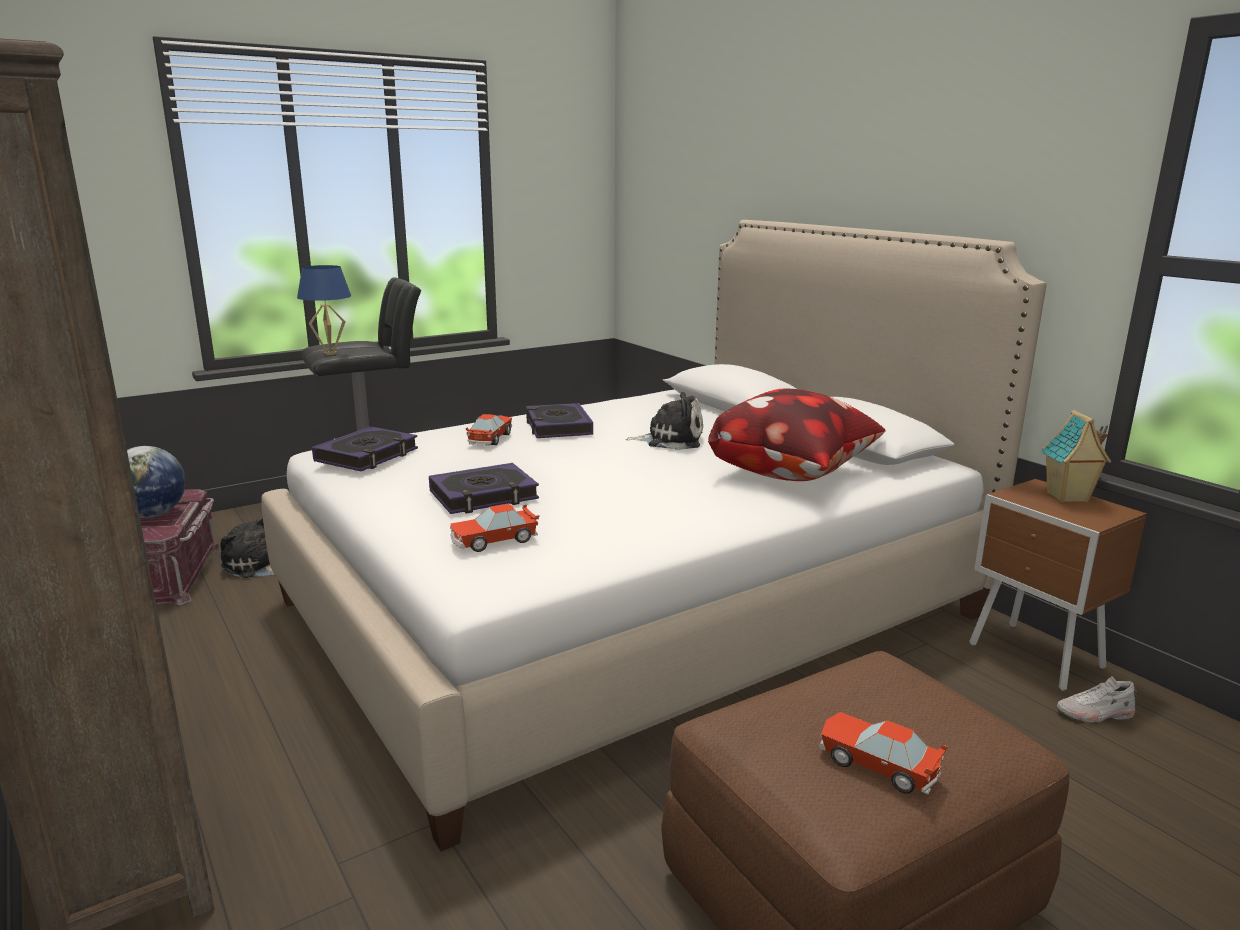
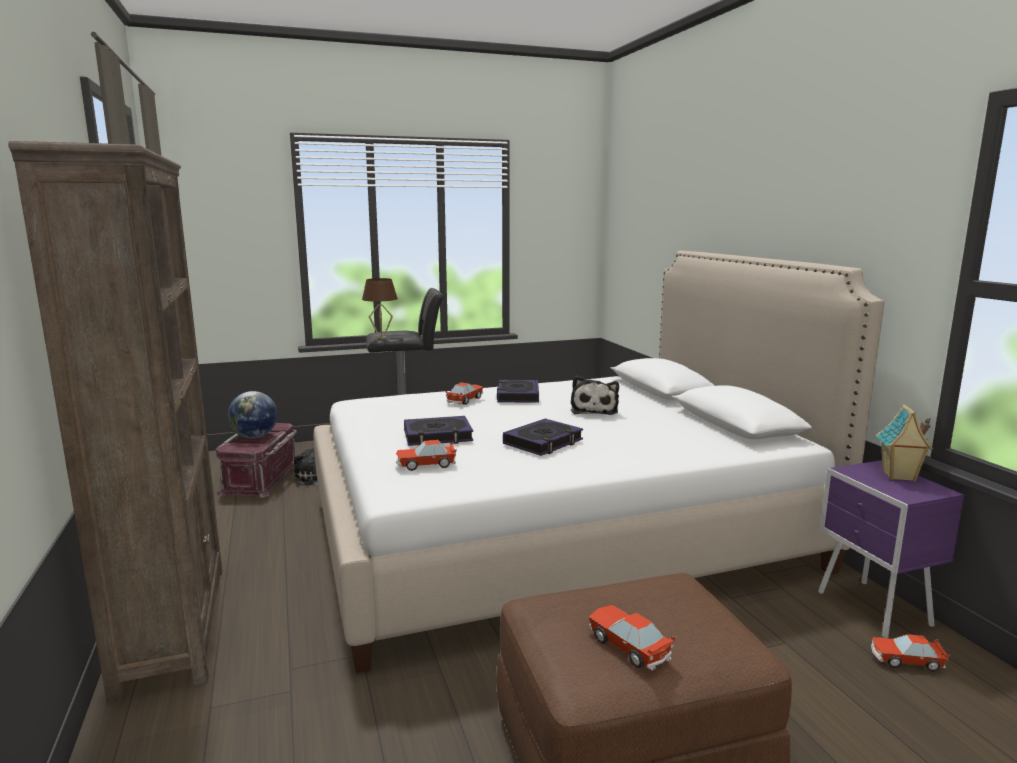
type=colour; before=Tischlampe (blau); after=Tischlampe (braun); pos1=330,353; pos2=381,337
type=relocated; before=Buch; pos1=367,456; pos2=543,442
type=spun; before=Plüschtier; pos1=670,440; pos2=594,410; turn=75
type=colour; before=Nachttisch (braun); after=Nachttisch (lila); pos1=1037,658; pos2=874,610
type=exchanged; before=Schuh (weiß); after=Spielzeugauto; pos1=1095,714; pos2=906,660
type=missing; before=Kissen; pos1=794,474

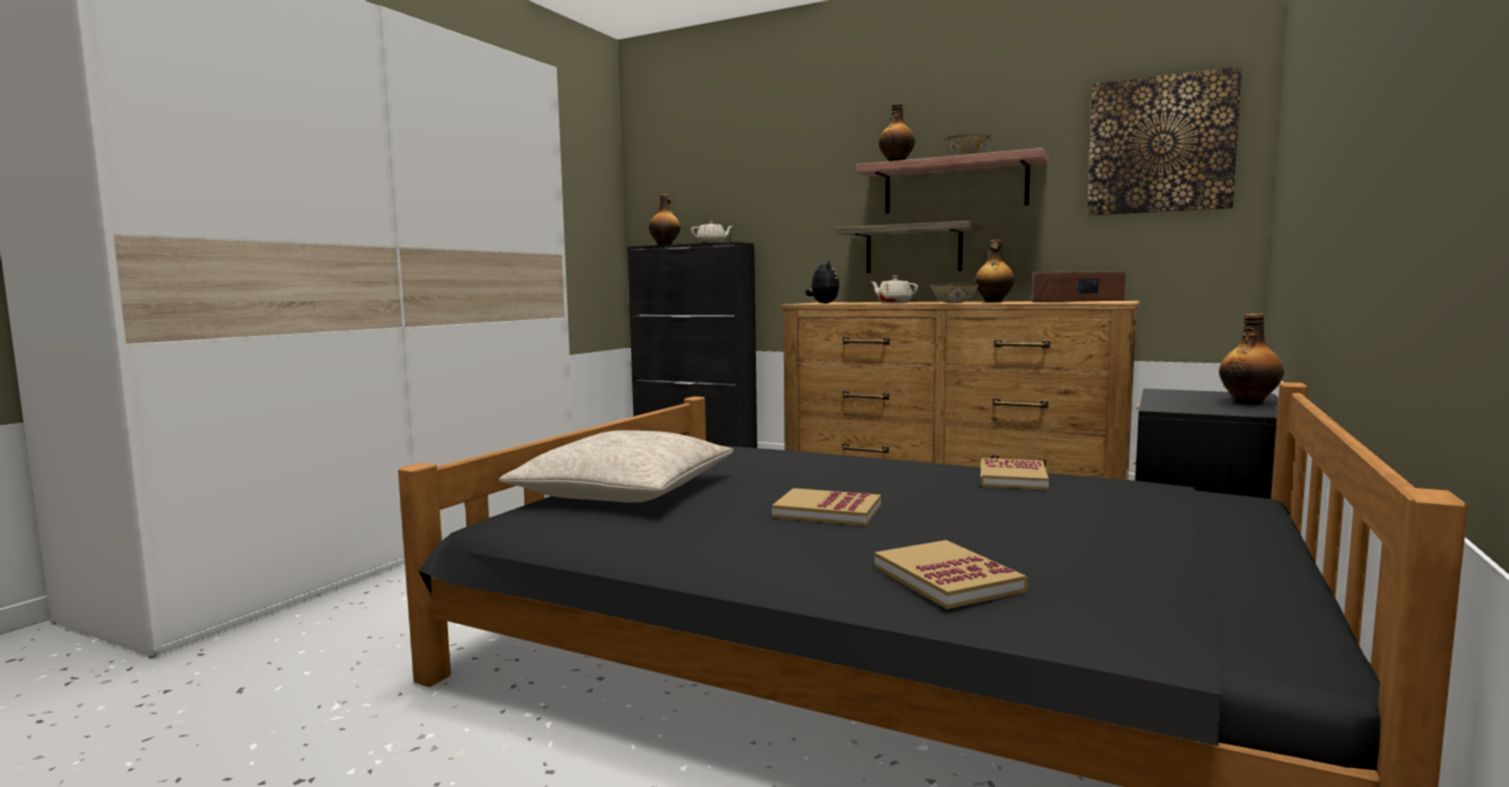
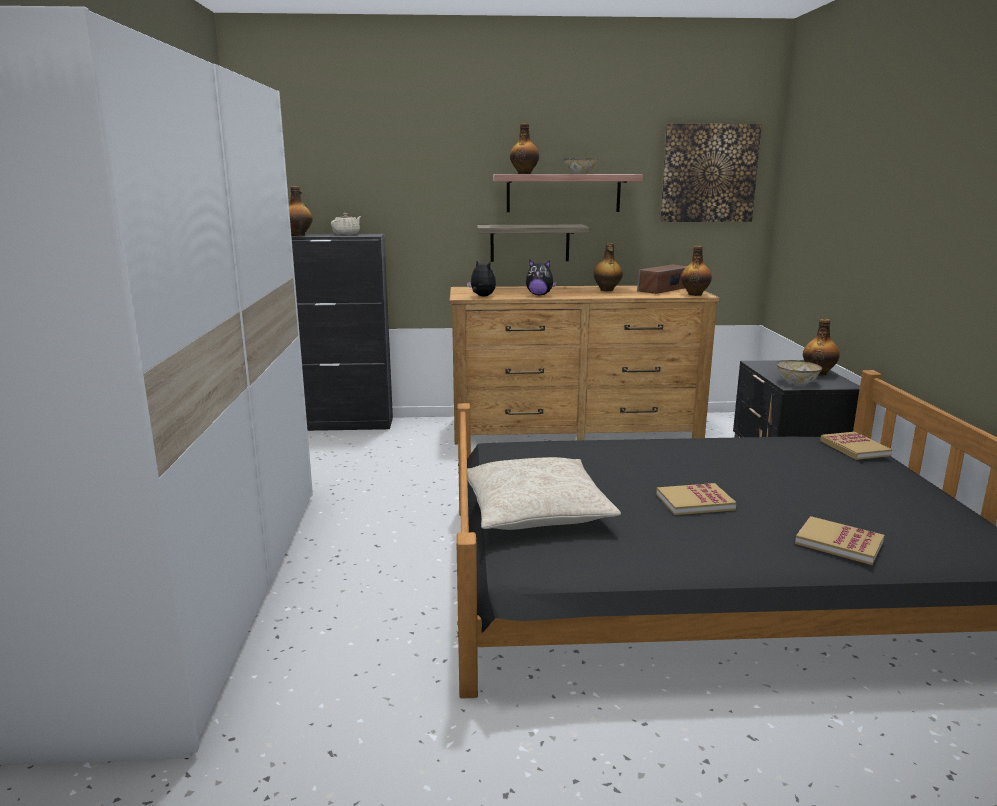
type=exchanged; before=Teekanne (beige); after=Plüschtier; pos1=893,303; pos2=539,295
type=appeared; after=Flasche; pos2=695,294
type=relocated; before=Schüssel; pos1=954,303; pos2=797,382
type=relocated; before=Buch; pos1=1012,478; pos2=854,448

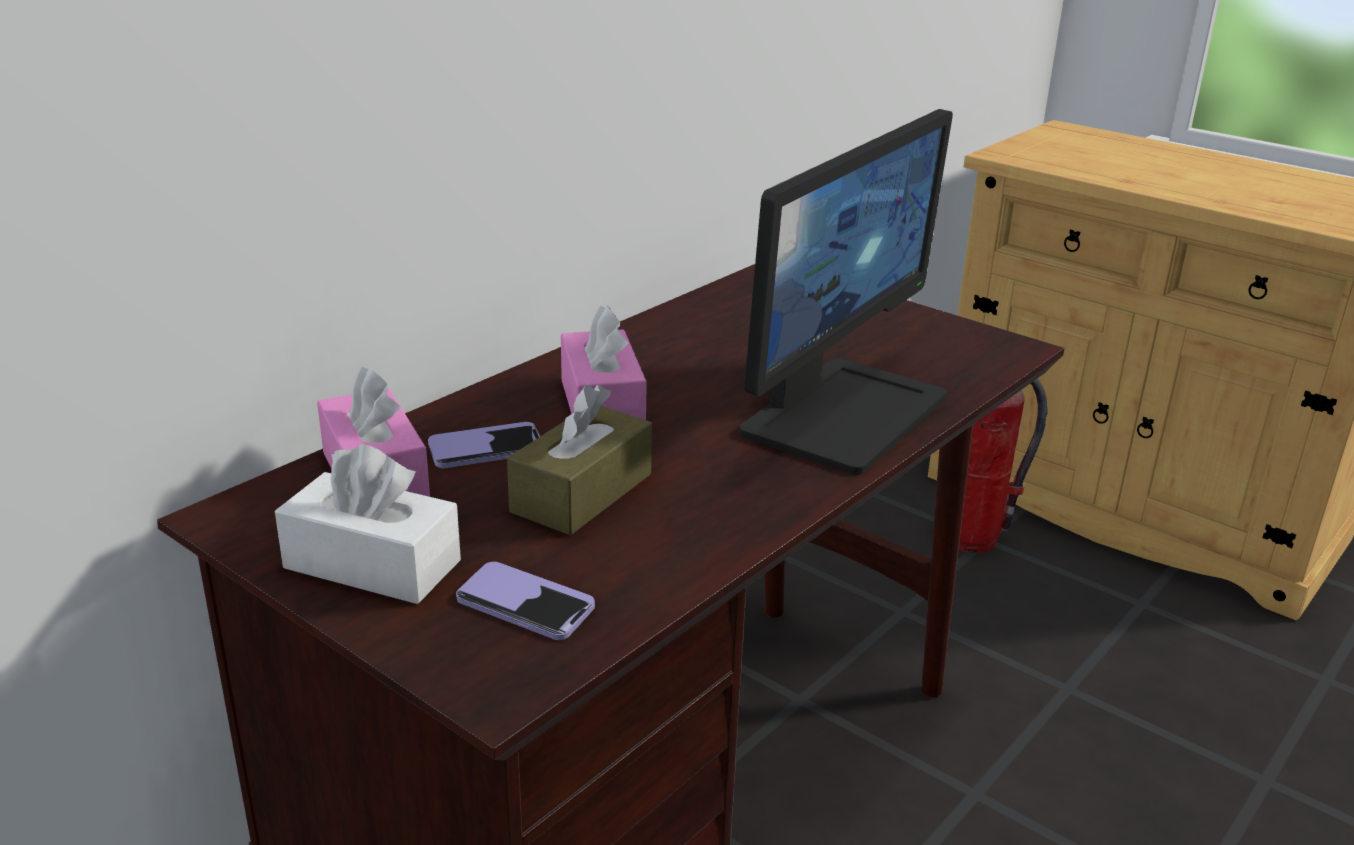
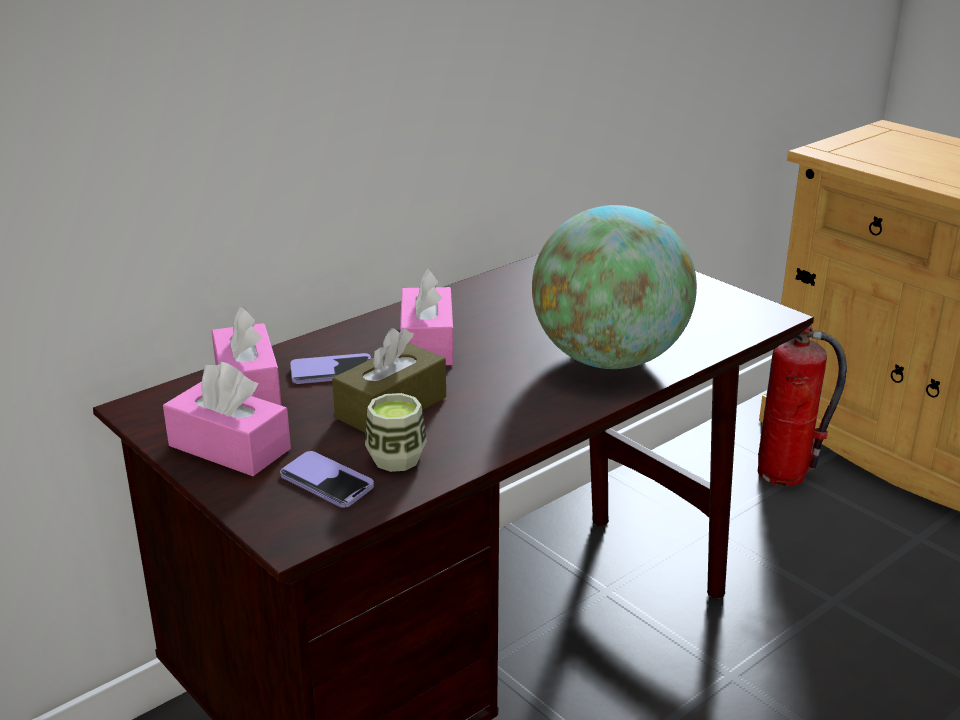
type=colour; before=Taschentuchbox (weiß); after=Taschentuchbox (rosa); pos1=372,564; pos2=229,447
type=appeared; after=Tasse; pos2=396,459
type=exchanged; before=Monitor; after=Globus; pos1=841,412; pos2=609,359

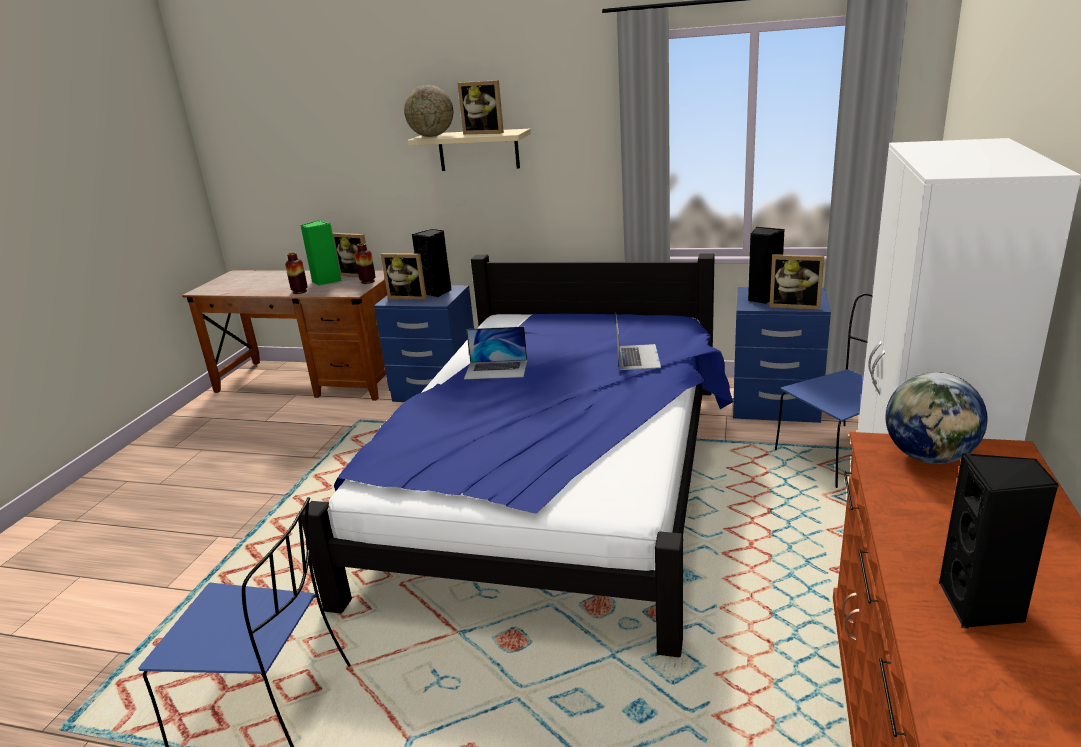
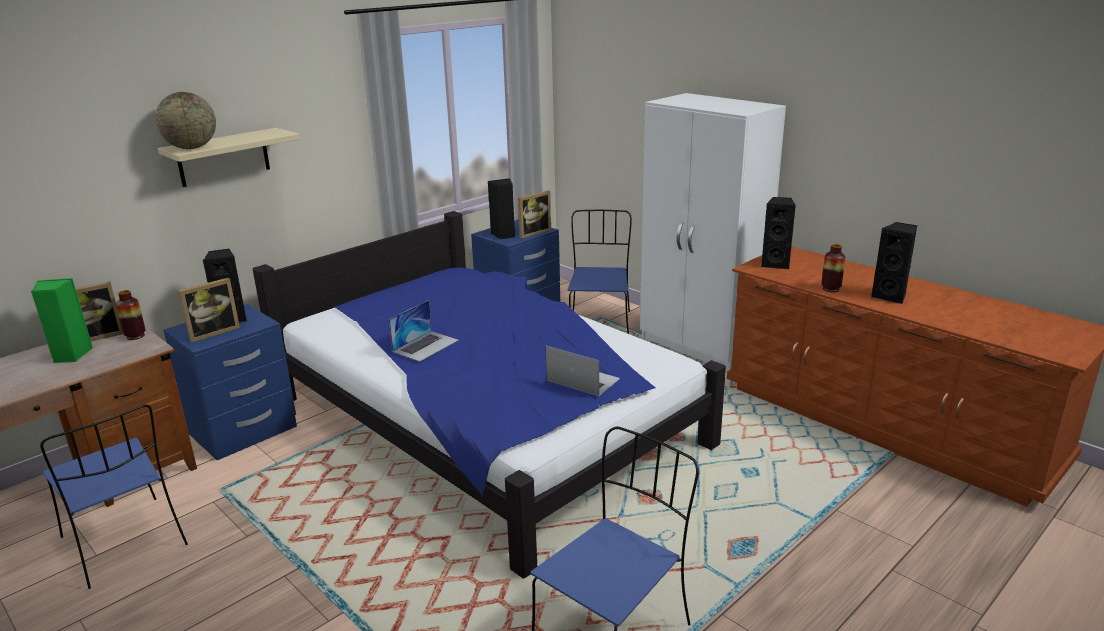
type=appeared; after=Stuhl (blau); pos2=126,543
type=relocated; before=Laptop; pos1=637,356; pos2=582,379
type=exchanged; before=Globus; after=Lautsprecher (schwarz); pos1=929,457; pos2=775,264
type=relocated; before=Vase; pos1=300,291; pos2=830,289
type=missing; before=Bilderrahmen; pos1=485,132

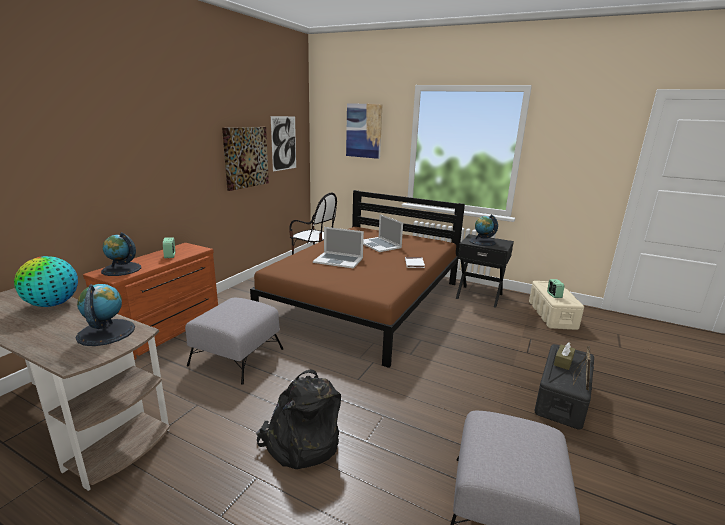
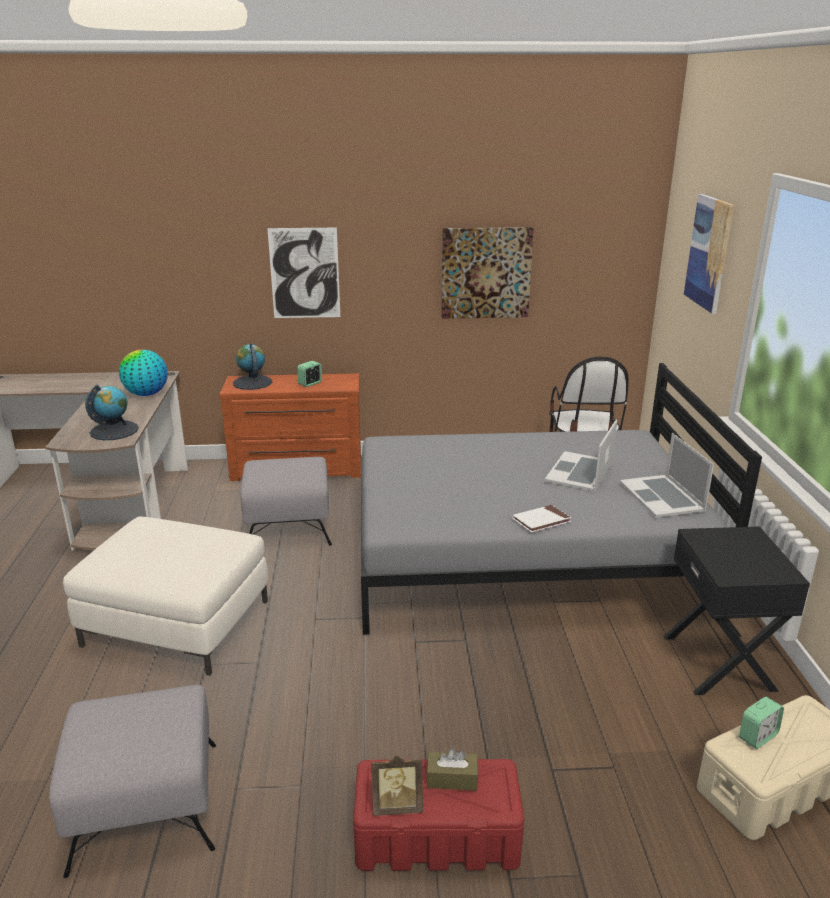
type=exchanged; before=Rucksack (schwarz); after=Polsterhocker (weiß); pos1=300,443; pos2=177,623
type=relocated; before=Bild; pos1=284,143; pos2=304,273
type=colour; before=Aufbewahrungsbox (schwarz); after=Aufbewahrungsbox (rot); pos1=562,397; pos2=438,837
type=colour; before=Bett (braun); after=Bett (grau); pos1=366,302; pos2=524,556
type=relocated; before=Laptop; pos1=338,260; pos2=662,496
type=missing; before=Globus; pos1=482,242

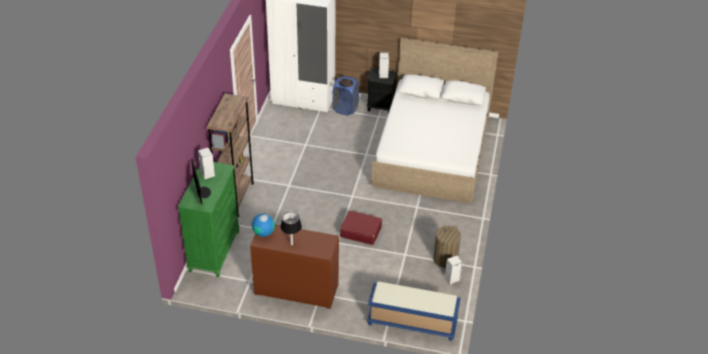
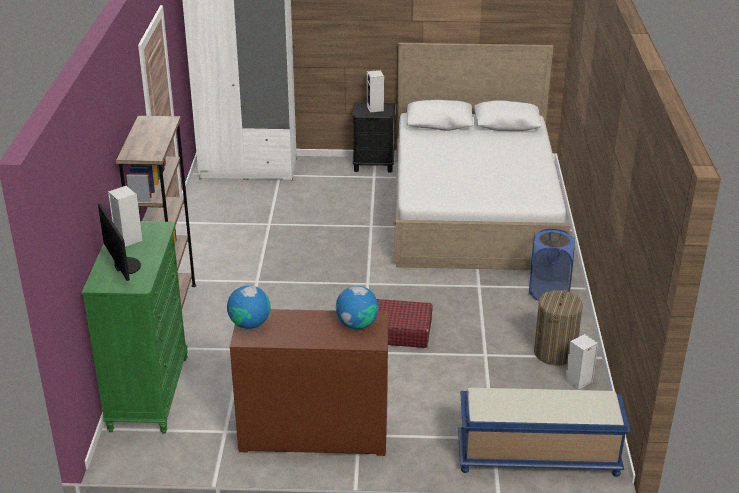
type=appeared; after=Globus; pos2=357,324
type=relocated; before=Wäschekorb (blau); pos1=345,109; pos2=548,292
type=missing; before=Tischlampe (schwarz); pos1=291,244

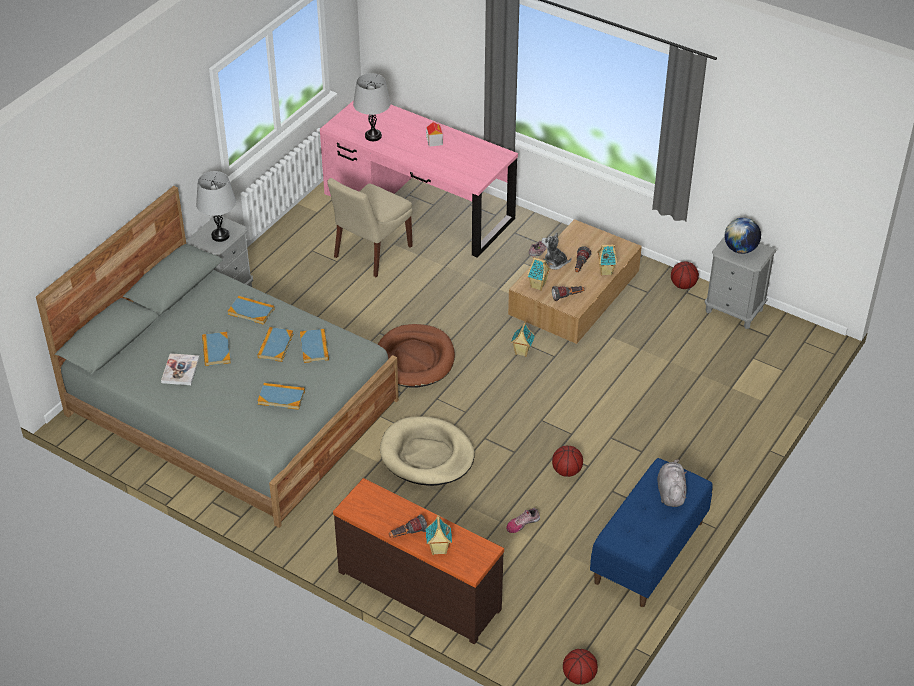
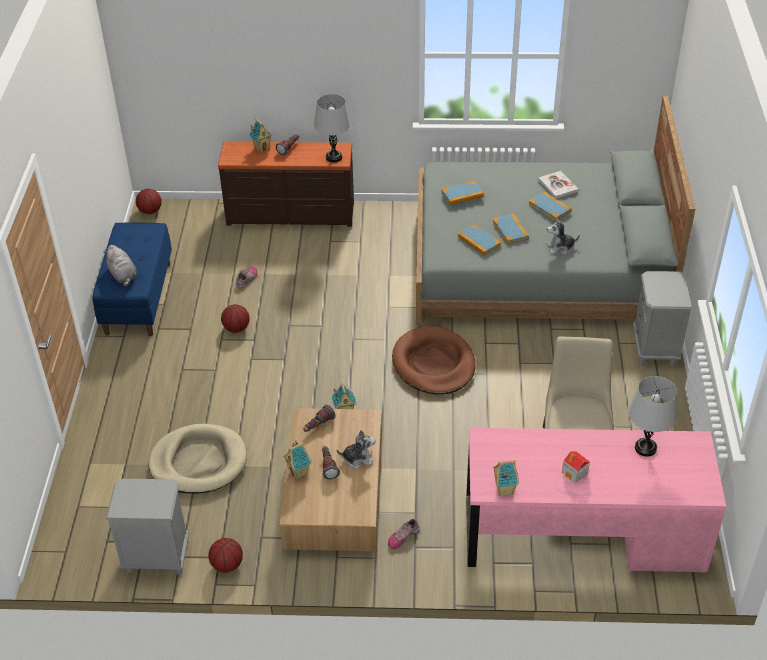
type=relocated; before=Hundebett (beige); pos1=427,455; pos2=198,462
type=relocated; before=Tischlampe (grau); pos1=220,236; pos2=334,157
type=relocated; before=Spielzeughaus; pos1=538,286; pos2=503,489
type=exchanged; before=Buch; after=Plüschtier; pos1=251,311; pos2=560,248
type=missing; before=Globus; pos1=740,249

